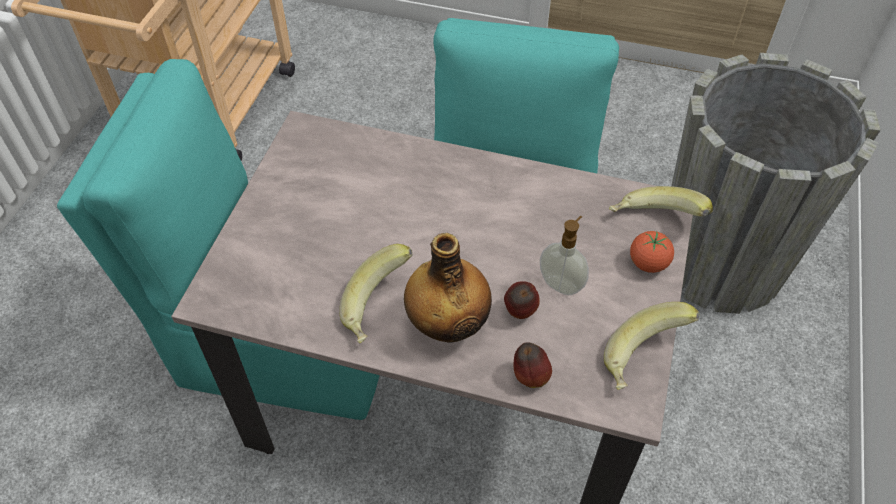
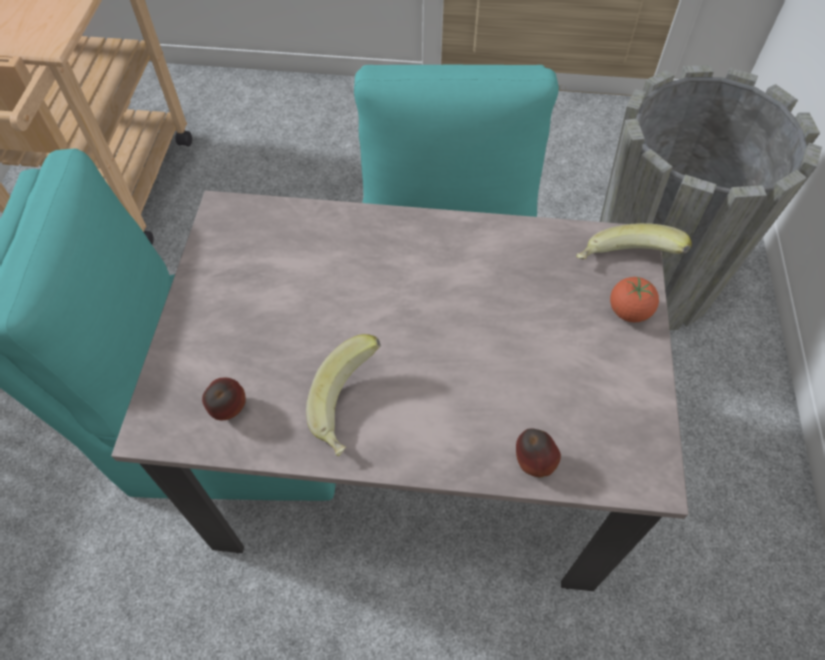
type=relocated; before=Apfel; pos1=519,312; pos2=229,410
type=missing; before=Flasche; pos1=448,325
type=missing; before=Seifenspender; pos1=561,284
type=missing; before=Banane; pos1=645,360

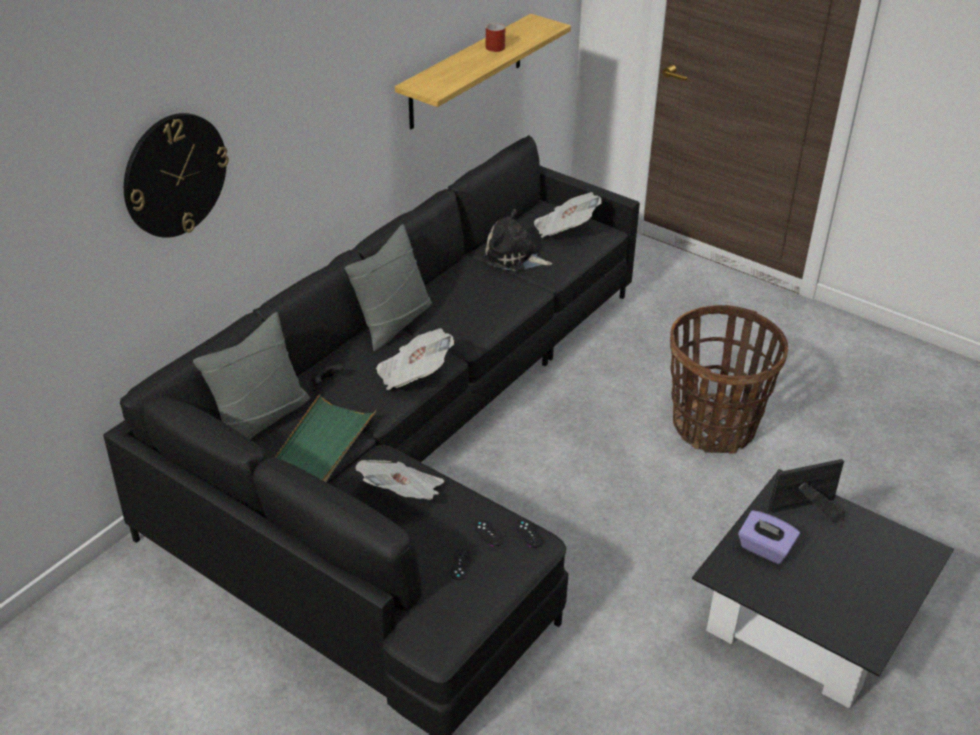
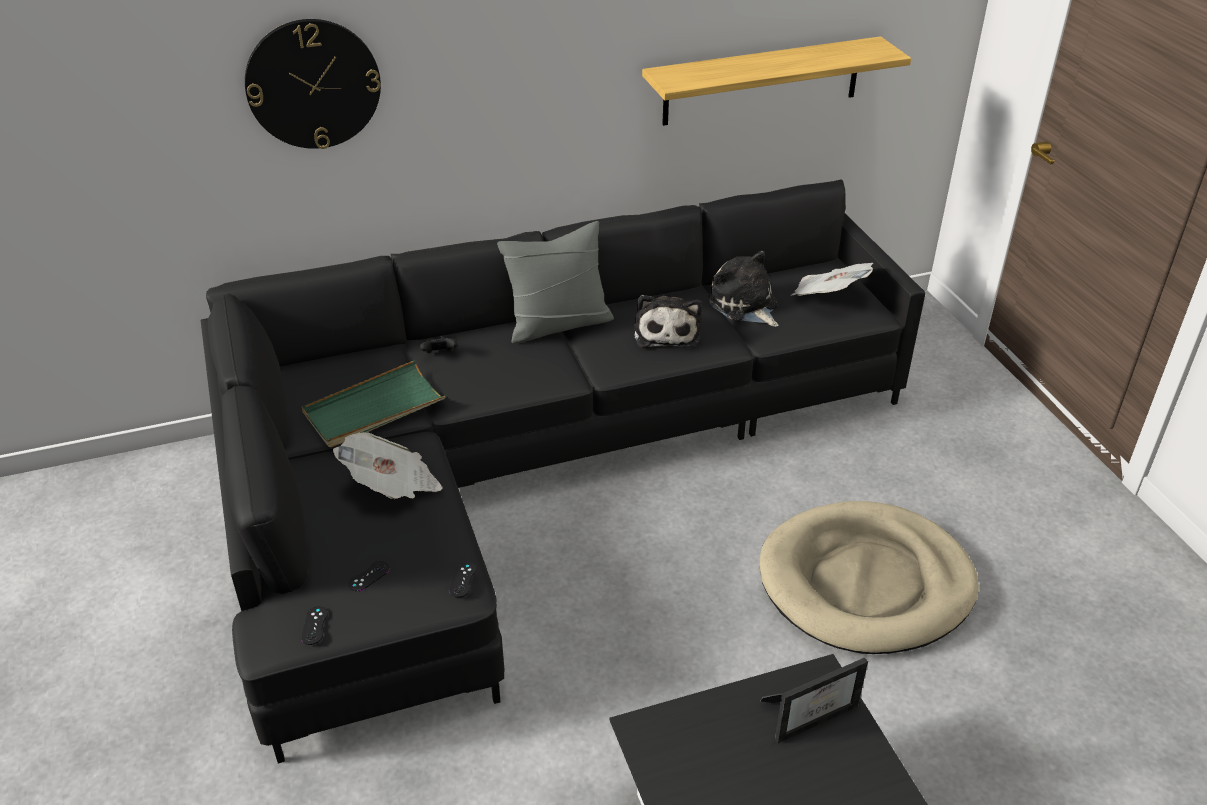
type=relocated; before=Gamepad (schwarz); pos1=488,533; pos2=314,625
type=appeared; after=Plüschtier; pos2=666,332
type=exchanged; before=Korb; after=Hundebett (beige); pos1=714,426; pos2=865,583
type=spun; before=Bilderrahmen; pos1=803,510; pos2=812,714; turn=135
type=missing; before=Kissen (grau); pos1=260,419
type=missing; before=Zeitung; pos1=414,375
type=missing; before=Henkelbecher (rot); pos1=492,46
type=missing; before=Taschentuchbox (lila); pos1=765,549

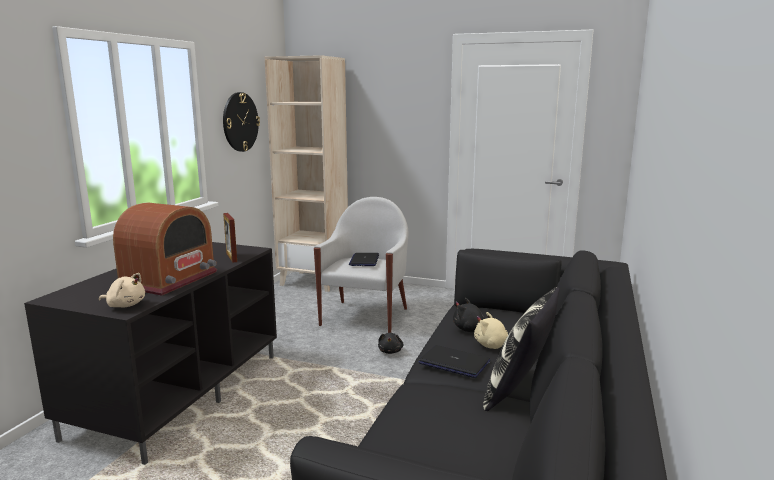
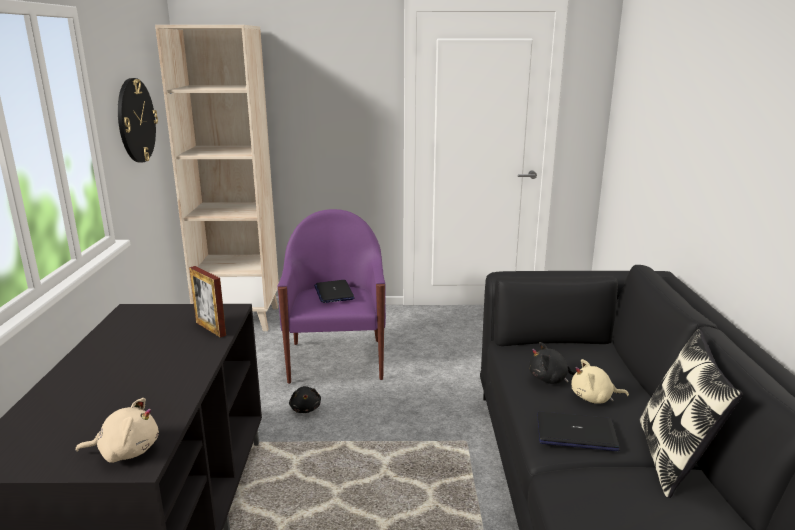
type=colour; before=Sessel (weiß); after=Sessel (lila); pos1=365,316; pos2=337,359
type=relocated; before=Plüschtier (schwarz); pos1=390,351; pos2=305,408
type=missing; before=Radio; pos1=169,279

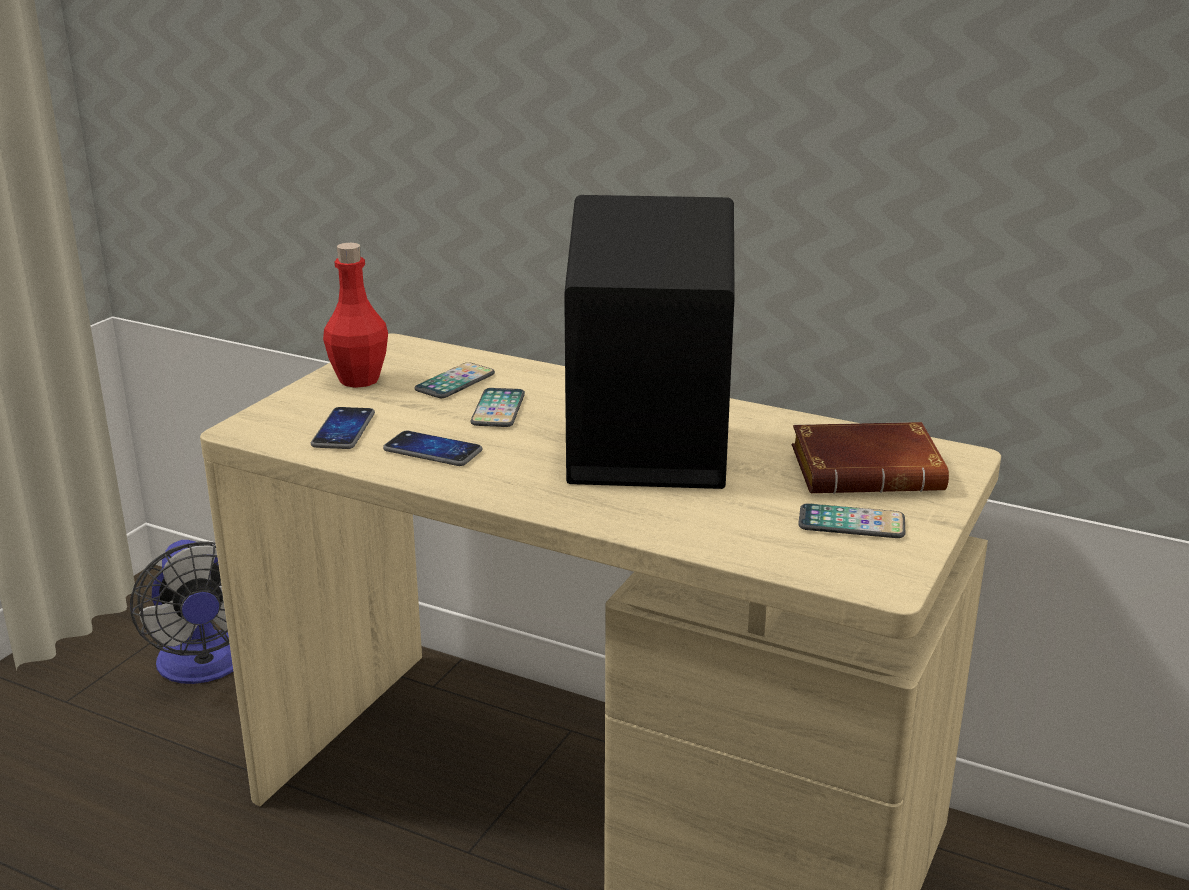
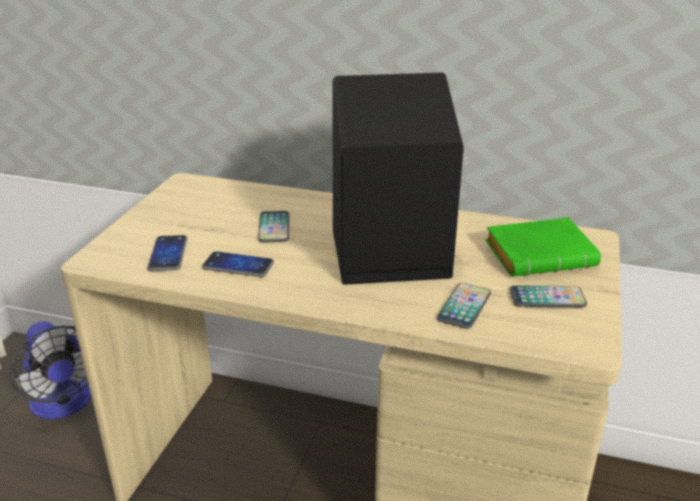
type=relocated; before=Handy; pos1=455,382; pos2=464,306
type=colour; before=Buch (braun); after=Buch (grün); pos1=869,470; pos2=541,254
type=missing; before=Flasche (rot); pos1=359,380

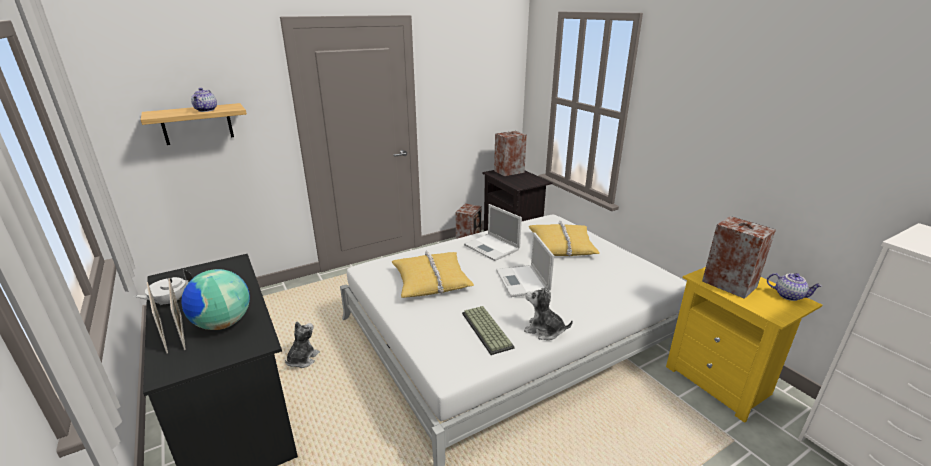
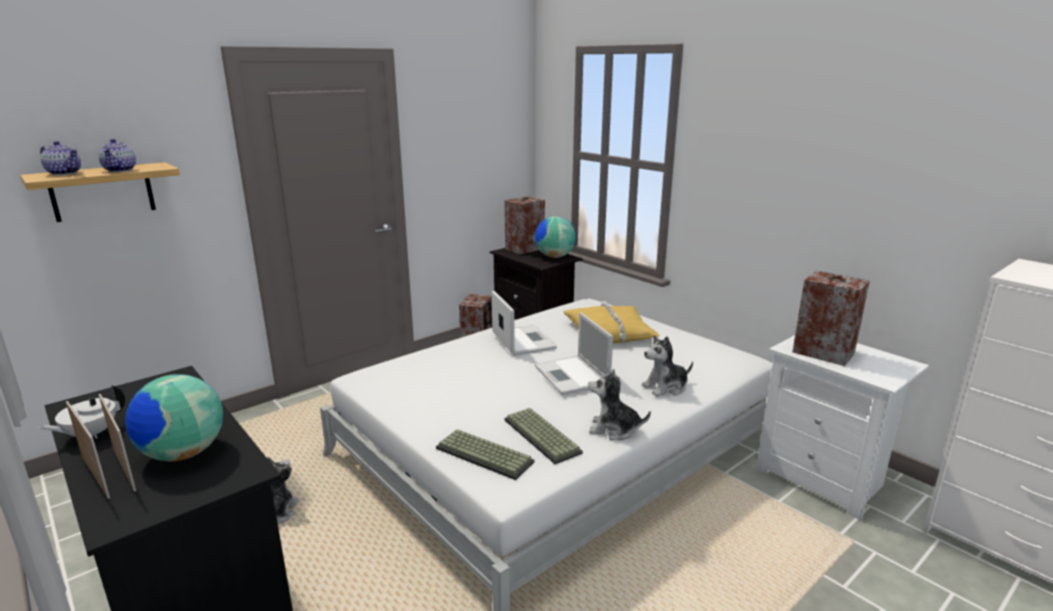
type=relocated; before=Teekanne; pos1=789,295; pos2=65,173
type=appeared; after=Tastatur; pos2=486,454
type=spun; before=Laptop; pos1=492,247; pos2=522,340; turn=-150
type=appeared; after=Globus; pos2=554,256
type=appeared; after=Plüschtier; pos2=666,387
type=colour; before=Nachttisch (gelb); after=Nachttisch (weiß); pos1=721,382; pos2=823,478
type=missing; before=Kissen (gelb); pos1=431,281

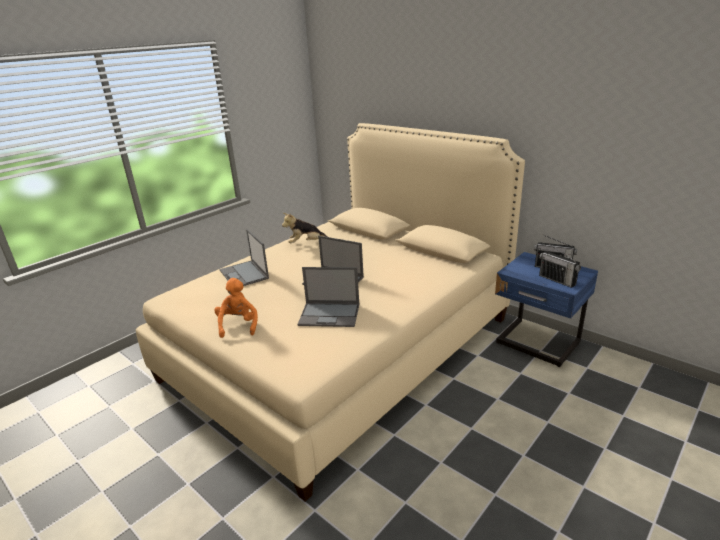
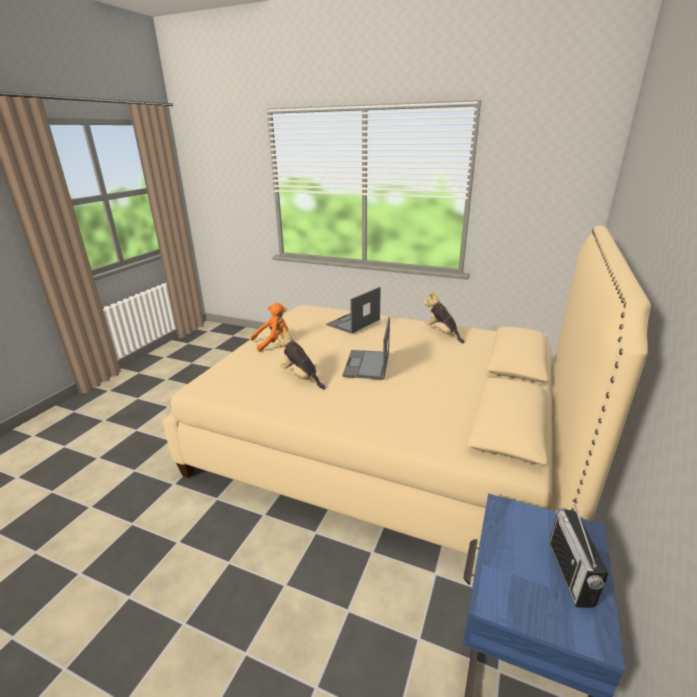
type=exchanged; before=Laptop; after=Plüschtier; pos1=330,314; pos2=301,377
type=missing; before=Radio; pos1=557,280

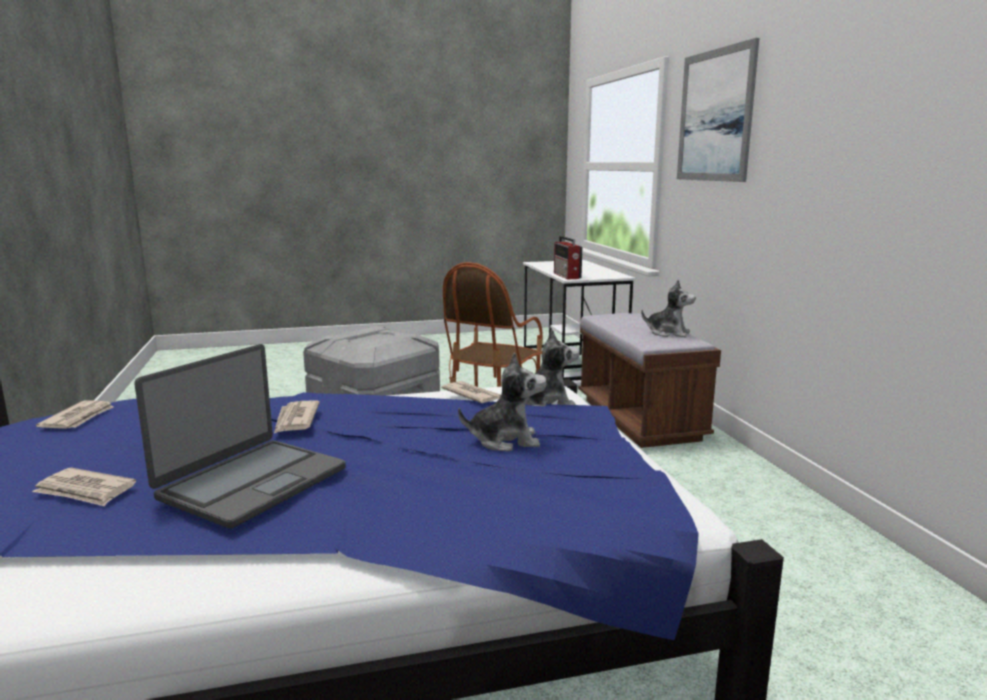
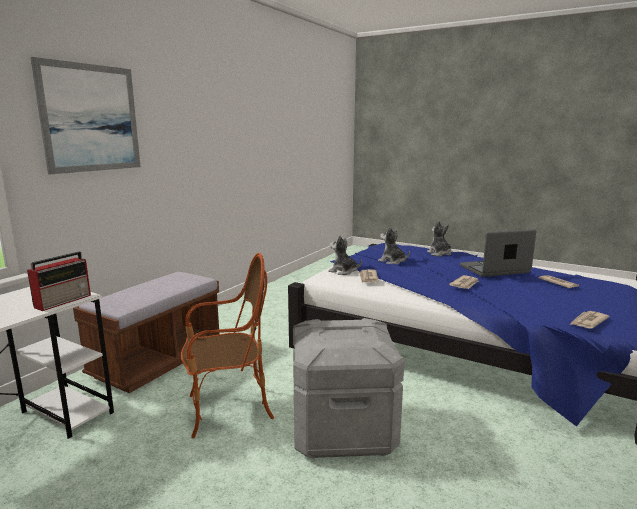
type=relocated; before=Plüschtier; pos1=668,333; pos2=439,254

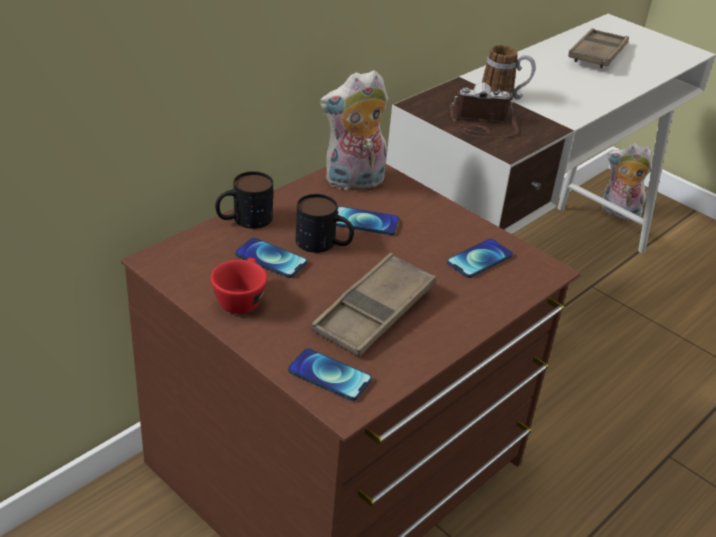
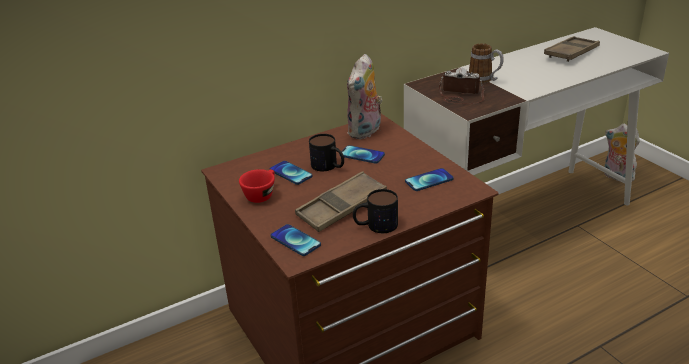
type=spun; before=Plüschtier; pos1=353,182; pos2=365,132; turn=-60
type=relocated; before=Henkelbecher; pos1=243,219; pos2=375,225

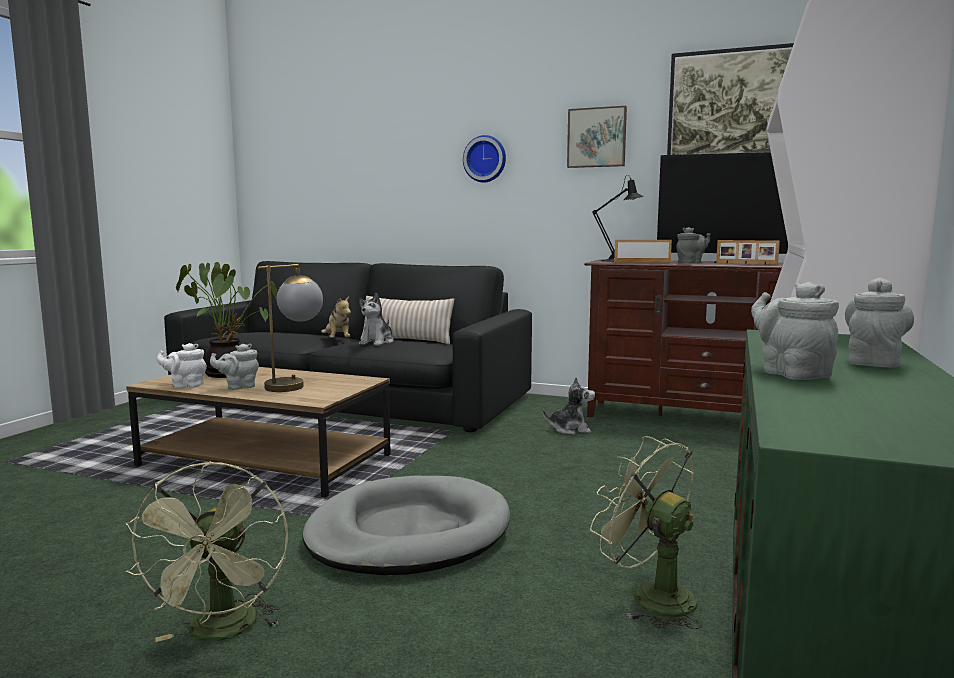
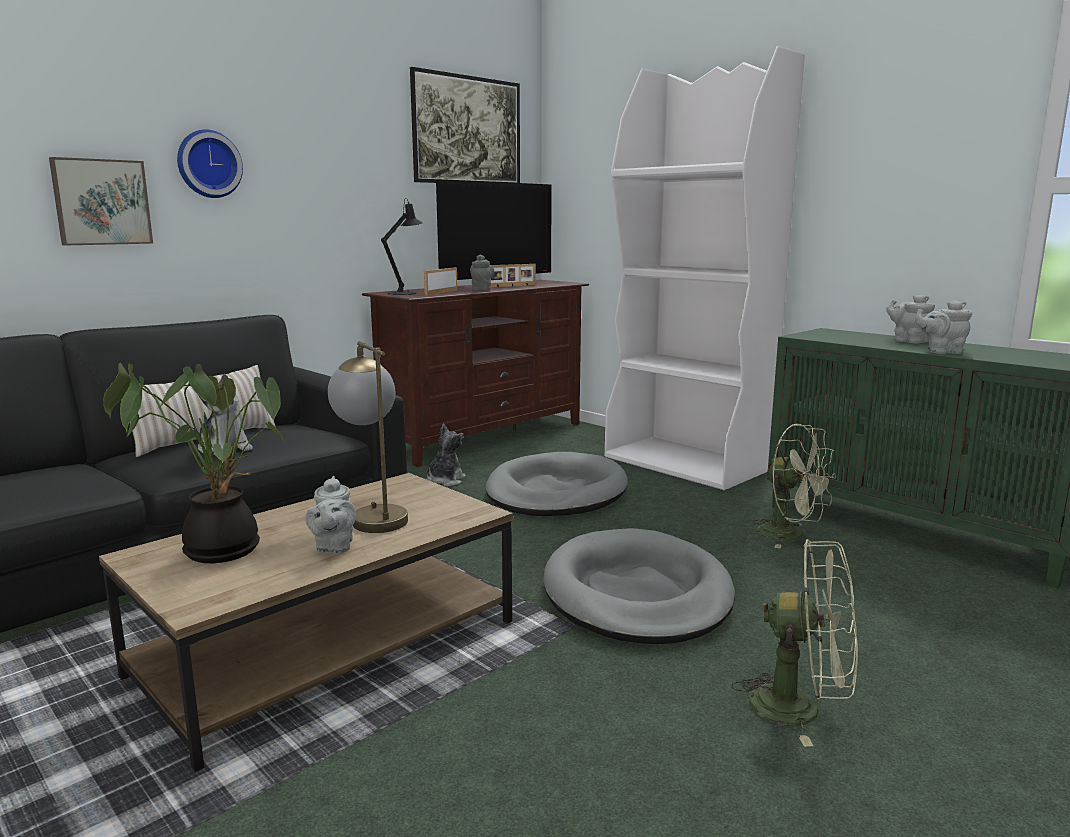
type=relocated; before=Bild; pos1=597,137; pos2=101,202
type=appeared; after=Hundebett (grau); pos2=556,492
type=spun; before=Ventilator (grün); pos1=650,596; pos2=790,536; turn=-120
type=missing; before=Teekanne (weiß); pos1=185,385
type=missing; before=Plüschtier; pos1=337,341

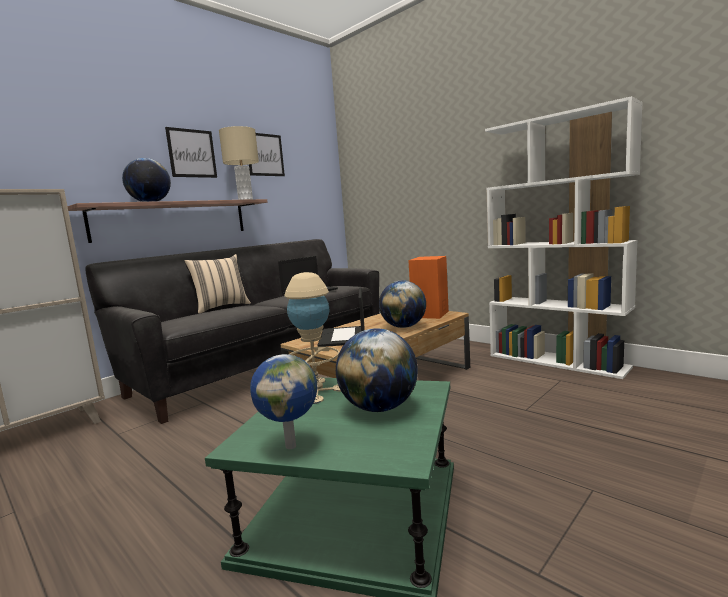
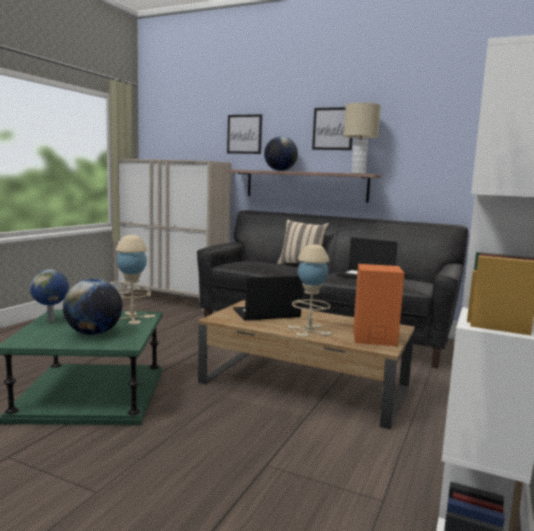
type=relocated; before=Bild; pos1=265,155; pos2=244,134
type=exchanged; before=Globus; after=Tischlampe (beige); pos1=403,327; pos2=309,330

